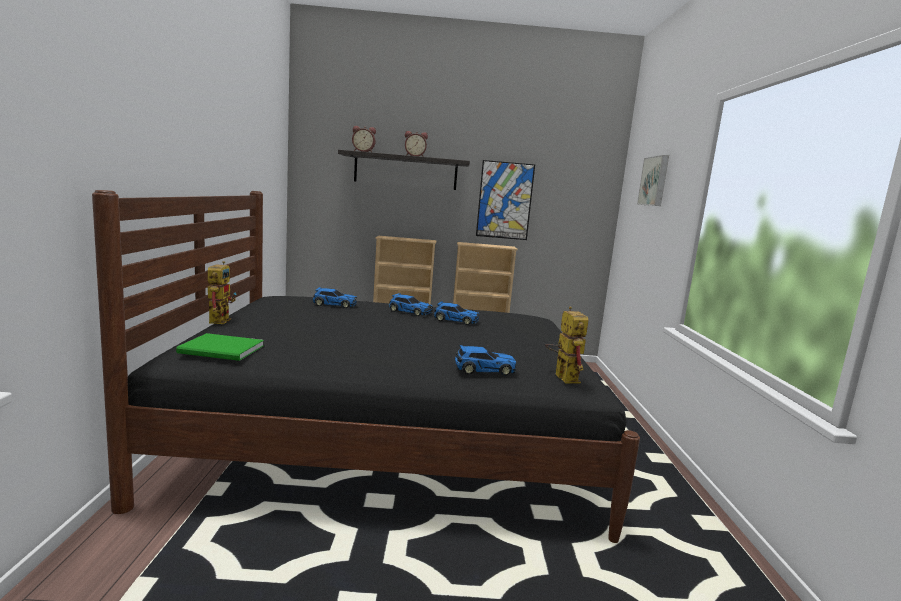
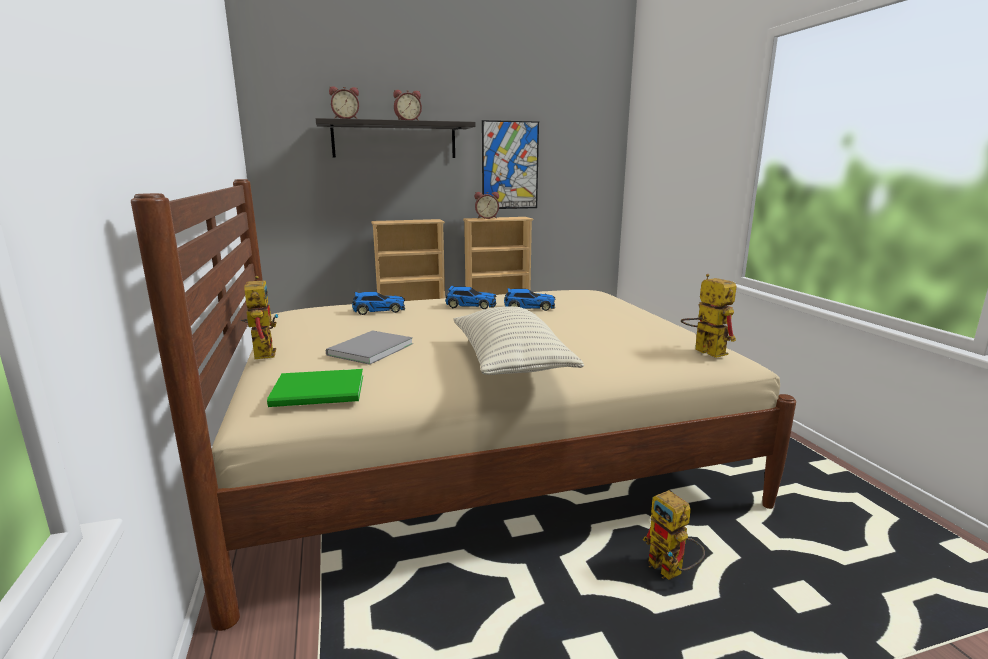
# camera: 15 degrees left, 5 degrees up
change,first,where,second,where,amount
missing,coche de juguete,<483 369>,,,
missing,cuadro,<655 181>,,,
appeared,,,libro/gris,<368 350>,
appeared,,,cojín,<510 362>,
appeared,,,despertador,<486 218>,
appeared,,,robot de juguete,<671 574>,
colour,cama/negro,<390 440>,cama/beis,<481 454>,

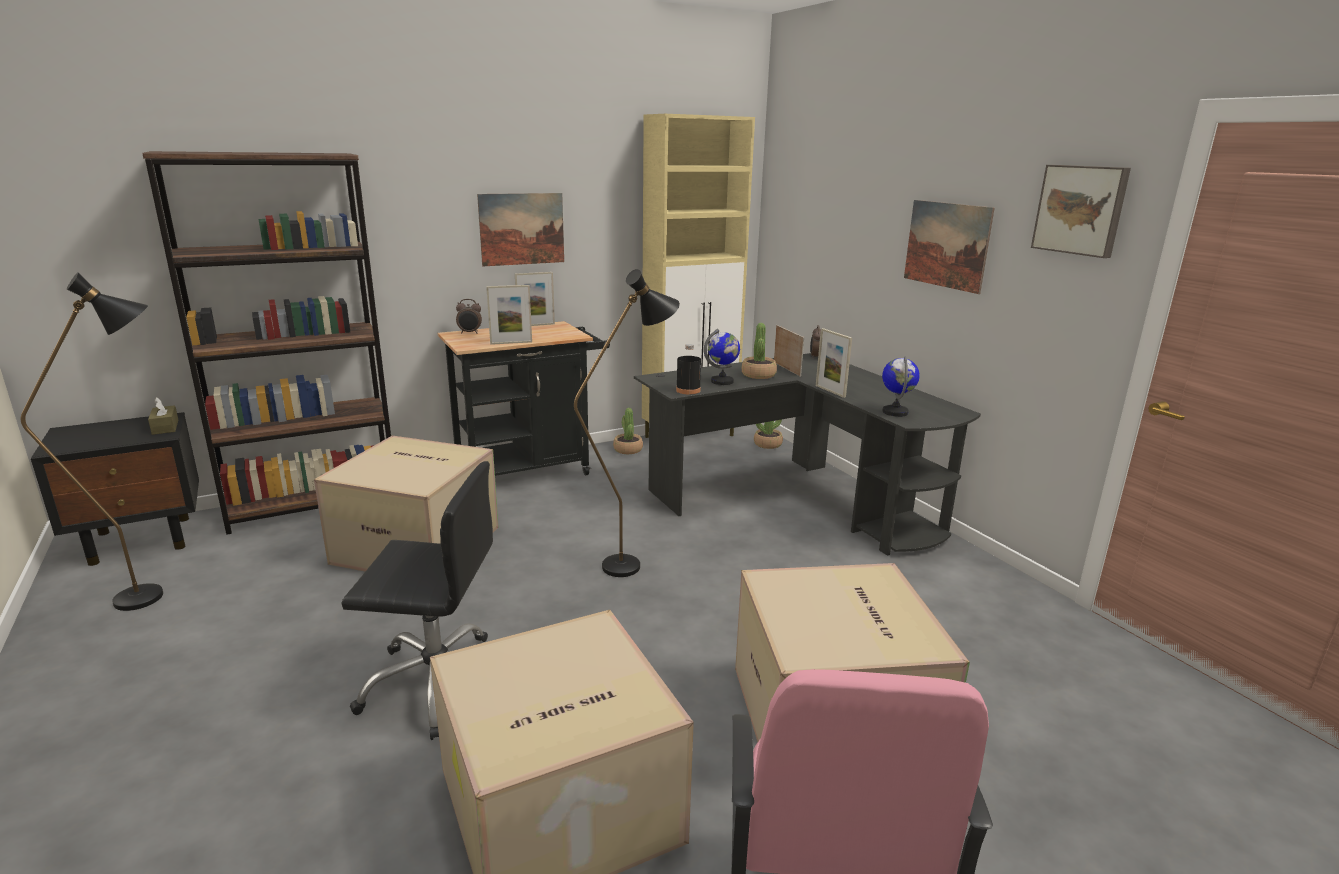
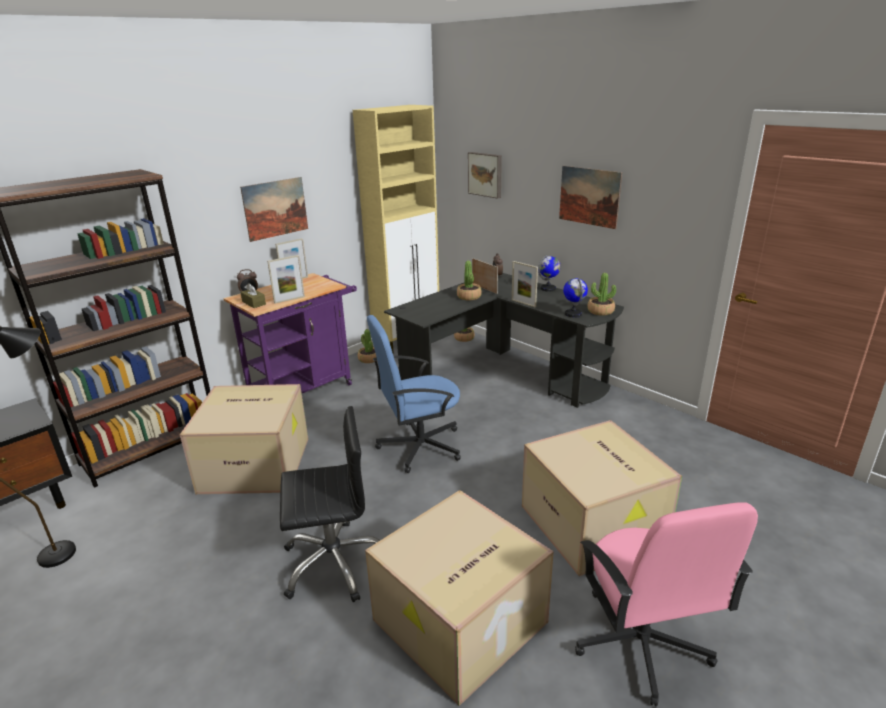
# camera: 15 degrees left, 5 degrees up
change,first,where,second,where,amount
missing,botella/negro,<688 390>,,,
appeared,,,planta en maceta,<600 311>,
relocated,caja de pañuelos/marrón,<165 427>,,<254 303>,
relocated,globo terráqueo,<722 381>,,<548 288>,
relocated,cuadro,<1081 210>,,<486 174>,
exchanged,lámpara de pie/negro,<633 563>,silla de oficina/azul,<419 446>,
colour,carrito/negro,<531 470>,carrito/morado,<306 388>,

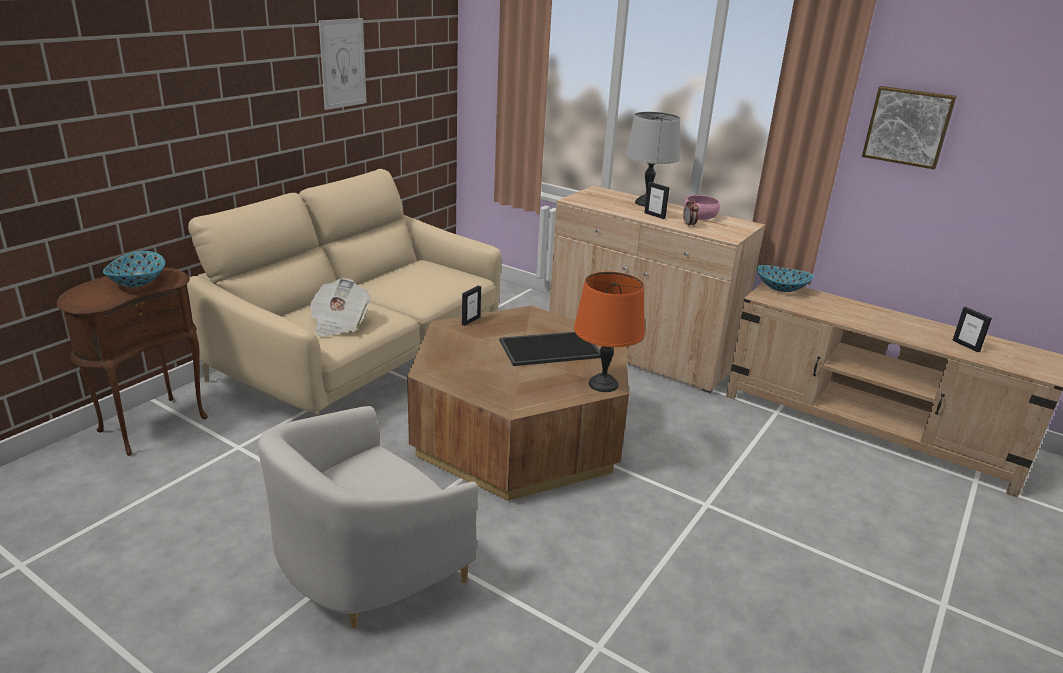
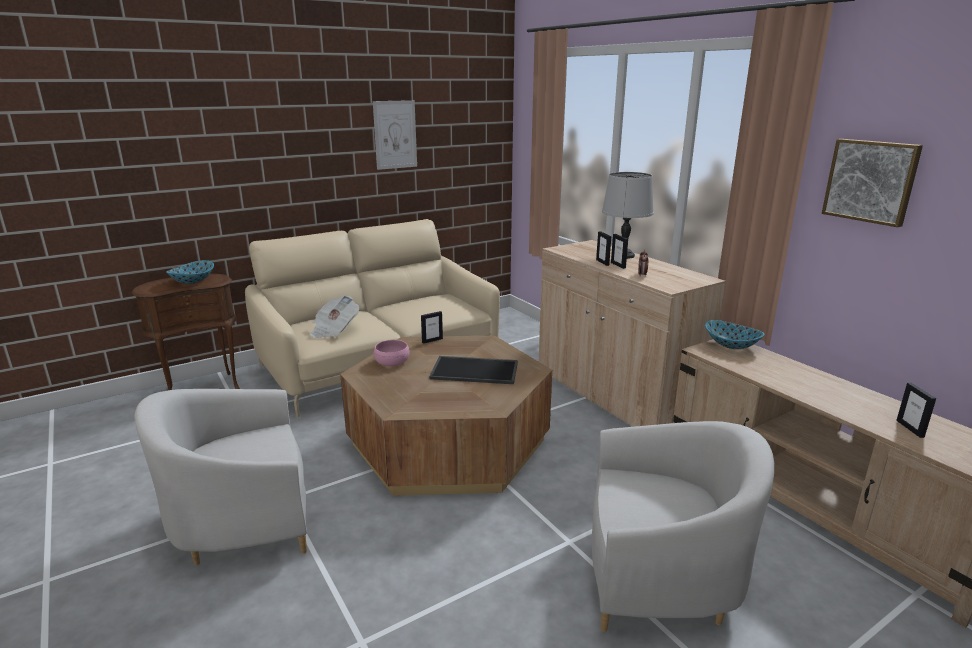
# camera: 25 degrees right, 5 degrees down
change,first,where,second,where,amount
missing,lámpara de mesa/naranja,<603 384>,,,
appeared,,,sillón/blanco,<660 577>,
appeared,,,portarretratos,<602 262>,
relocated,cuenco/rosa,<700 216>,,<392 362>,

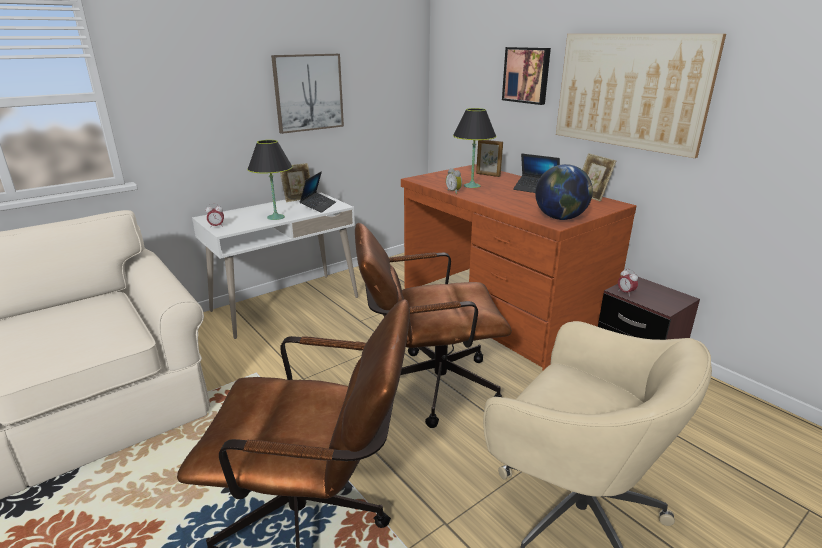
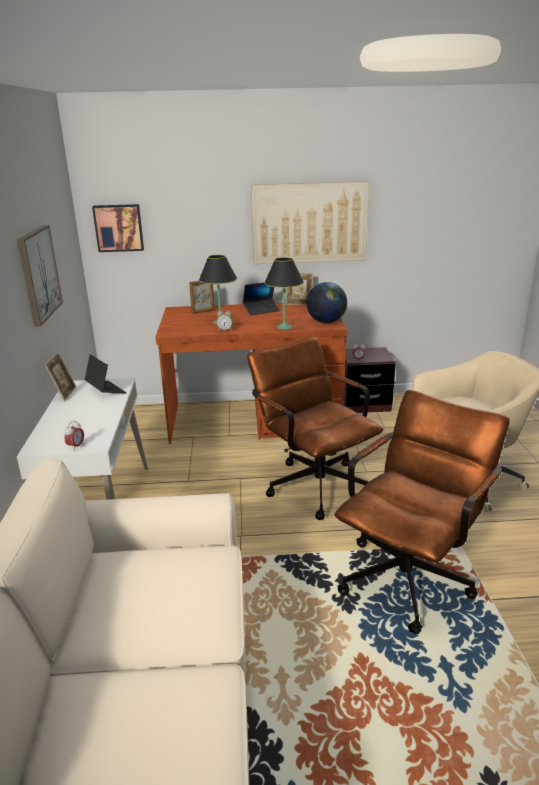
# camera: 55 degrees left, 0 degrees up
change,first,where,second,where,amount
relocated,lámpara de mesa/negro,<275 217>,,<284 327>,
relocated,cuadro,<527 75>,,<119 228>,
spun,silla de oficina/marrón,<427 386>,,<313 482>,120 degrees clockwise

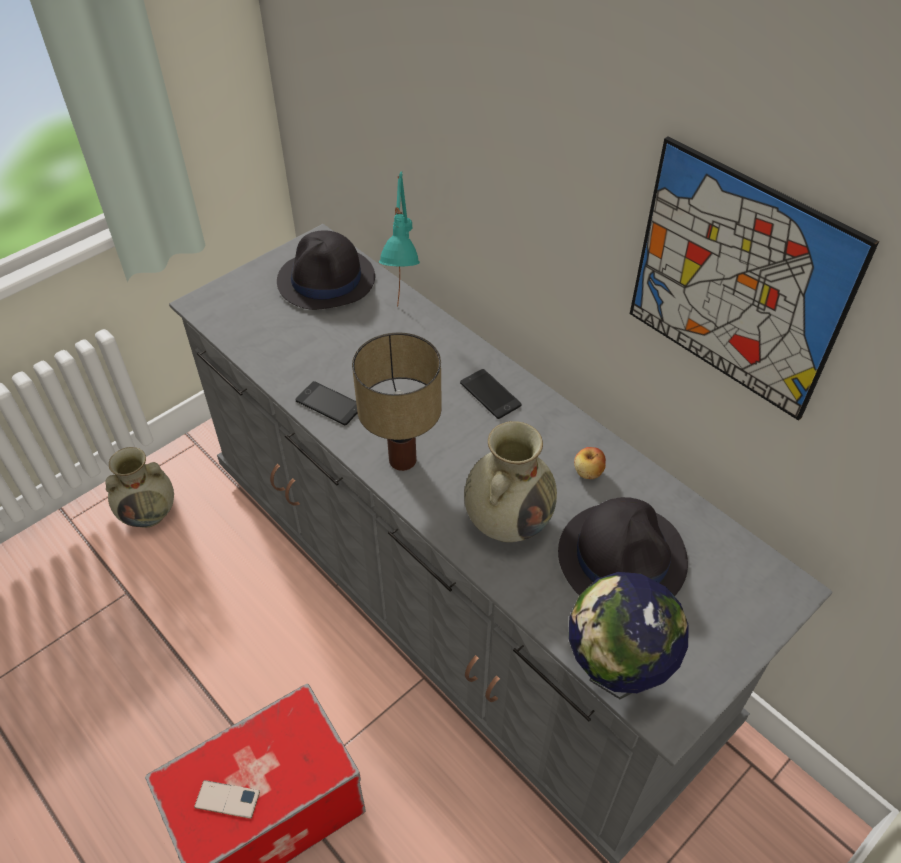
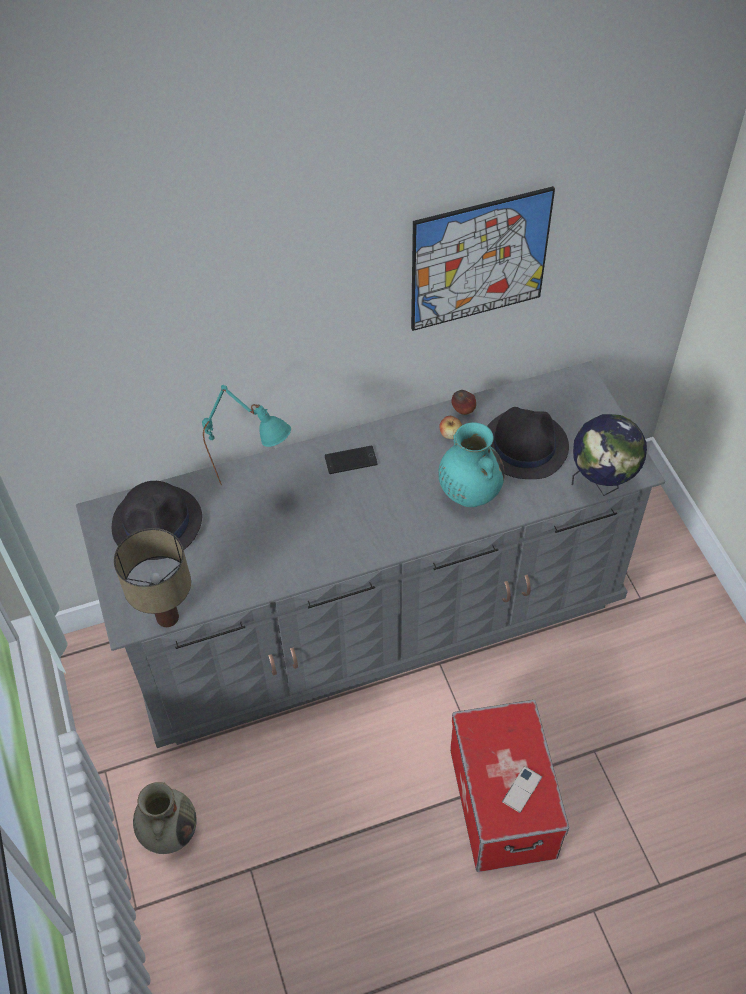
# camera: 65 degrees left, 5 degrees up
change,first,where,second,where,amount
missing,móvil,<329 404>,,,
appeared,,,manzana,<463 411>,
relocated,lámpara de mesa,<401 461>,,<168 618>,
colour,florero/beis,<508 521>,florero/turquesa,<469 492>,

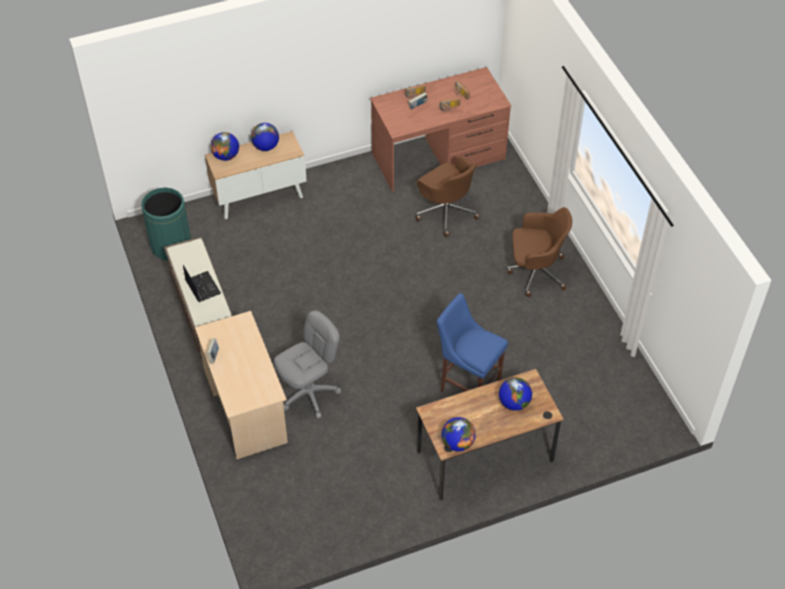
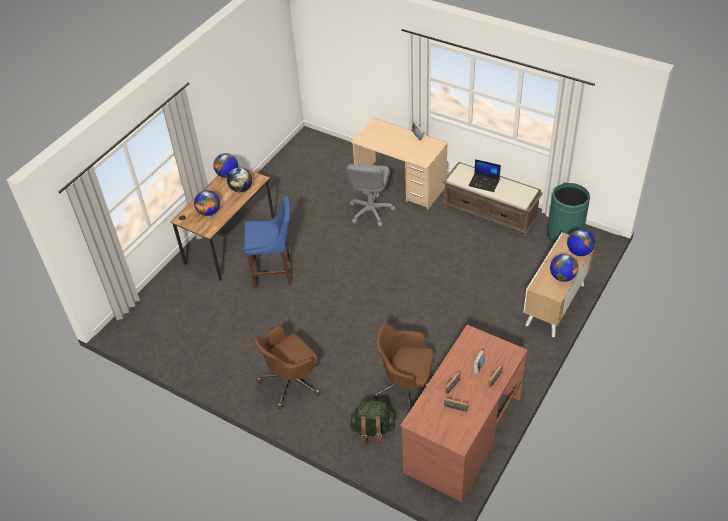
# camera: 145 degrees right, 5 degrees down
change,first,where,second,where,amount
appeared,,,globo terráqueo,<241 189>,
appeared,,,mochila/verde,<372 430>,

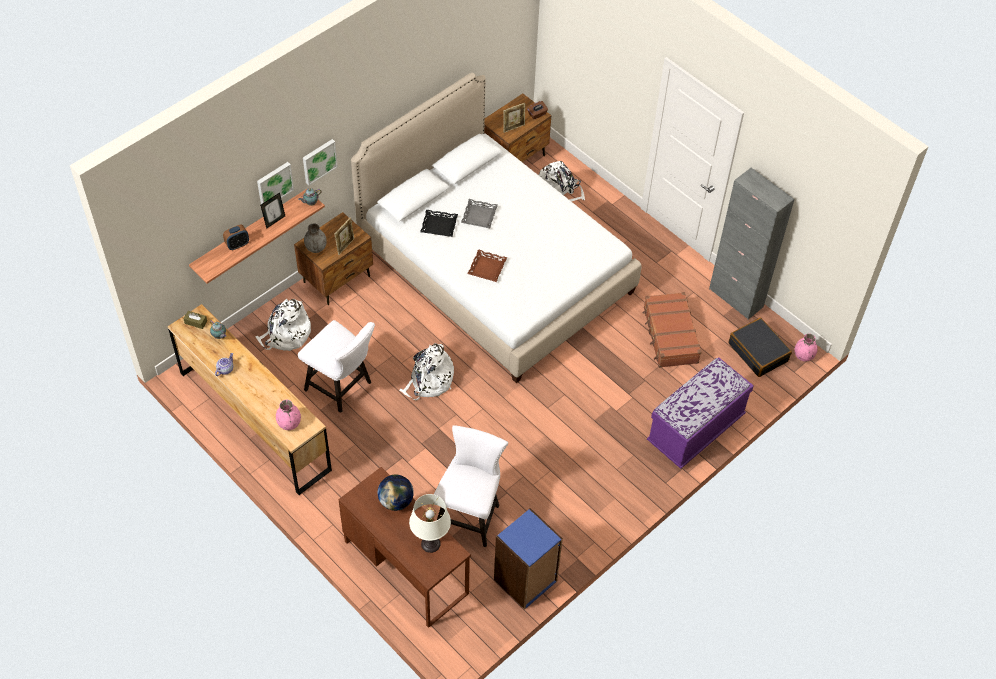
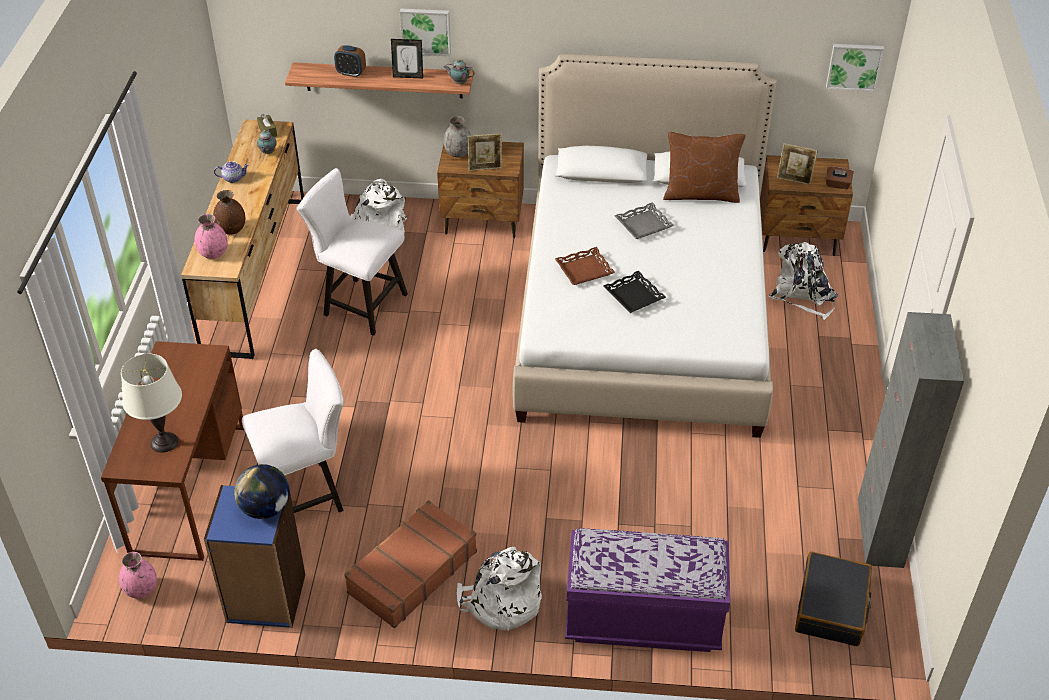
# camera: 50 degrees right, 10 degrees down
change,first,where,second,where,amount
appeared,,,florero/marrón,<231 229>,
appeared,,,cojín/marrón,<700 194>,
relocated,cuadro,<319 161>,,<854 66>,
relocated,globo terráqueo,<396 501>,,<265 508>,
relocated,mochila/blanco,<429 381>,,<501 603>,
relocated,bandeja/negro,<439 226>,,<633 296>,
relocated,maleta/marrón,<670 335>,,<411 572>,
relocated,florero/rosa,<803 356>,,<141 589>,
spun,silla/blanco,<342 388>,,<359 304>,120 degrees clockwise

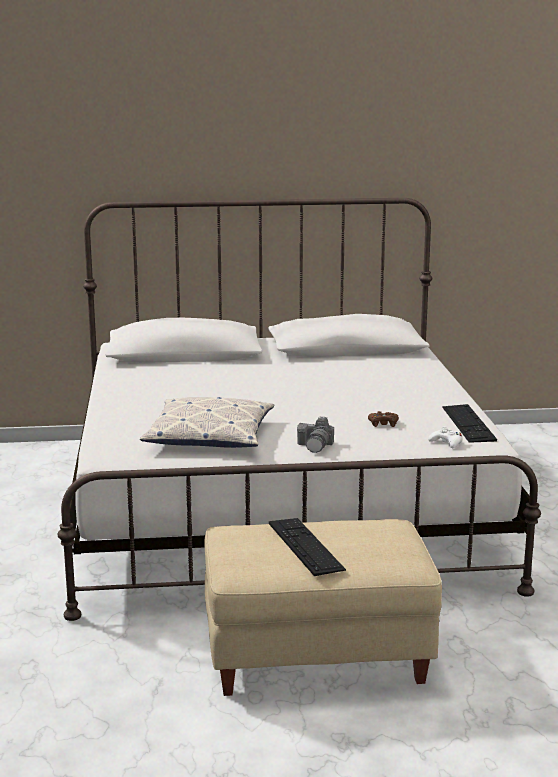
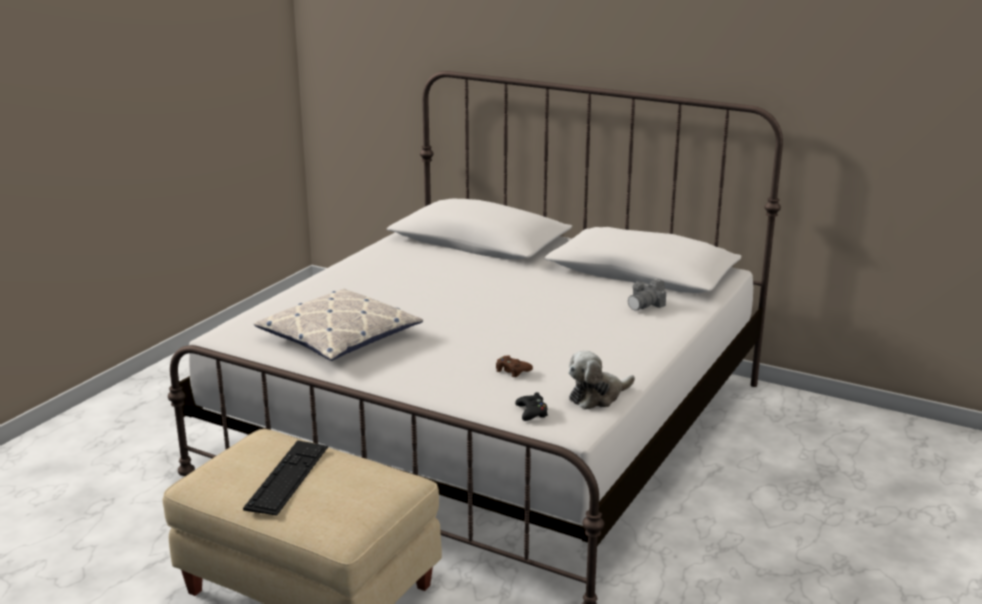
# camera: 35 degrees right, 5 degrees up
change,first,where,second,where,amount
relocated,cámara,<316 445>,,<646 305>,
exchanged,teclado,<468 423>,peluche,<597 396>,
colour,mando de consola/blanco,<446 443>,mando de consola/negro,<532 412>,

